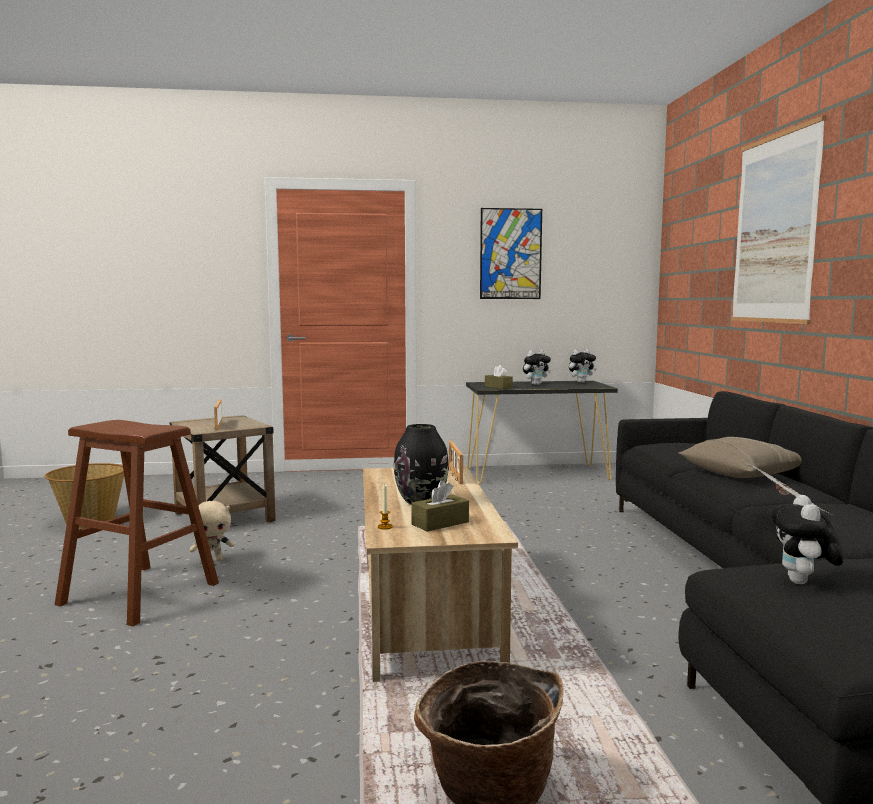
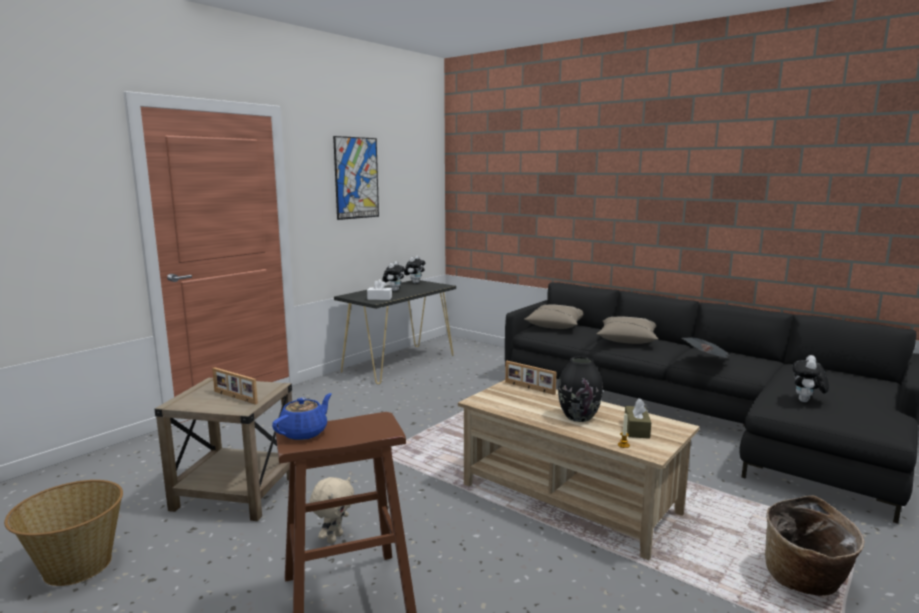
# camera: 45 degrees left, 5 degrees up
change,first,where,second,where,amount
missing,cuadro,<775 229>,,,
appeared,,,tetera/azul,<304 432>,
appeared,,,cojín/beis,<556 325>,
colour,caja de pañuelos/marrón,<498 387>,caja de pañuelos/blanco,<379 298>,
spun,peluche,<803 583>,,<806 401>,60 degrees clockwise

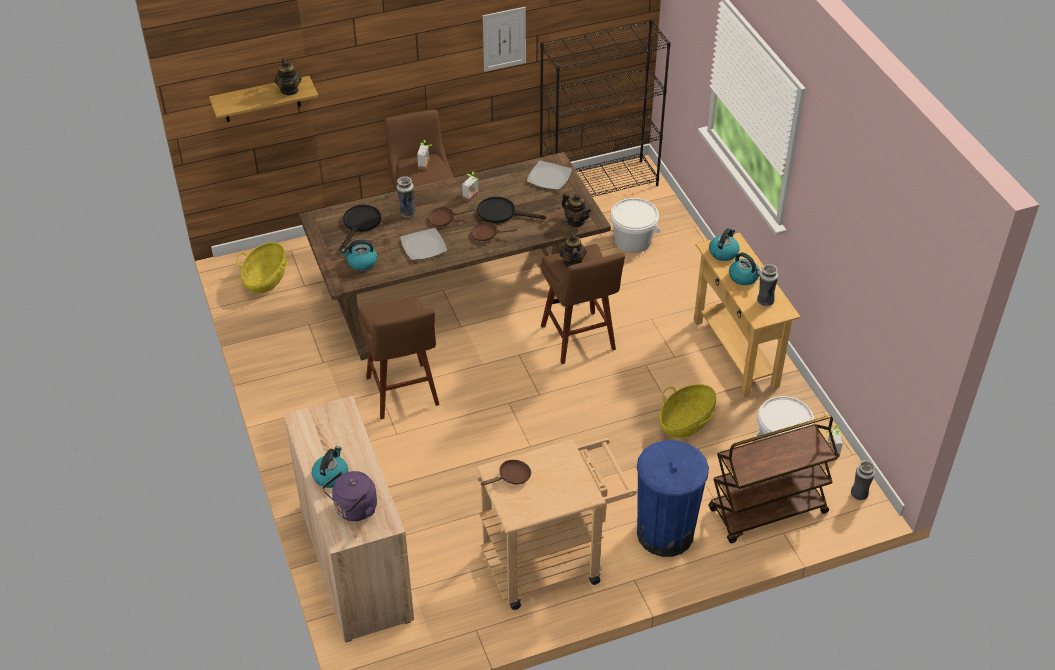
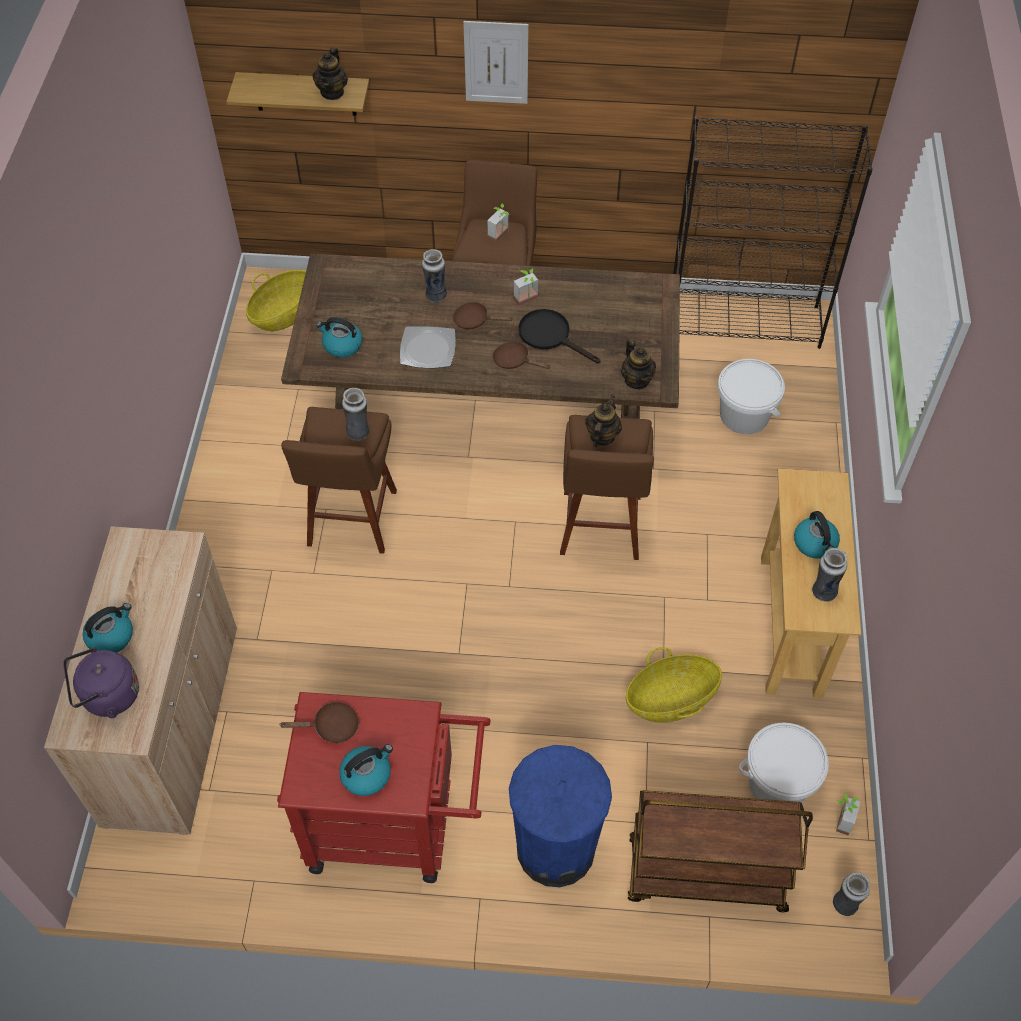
# camera: 25 degrees right, 10 degrees up
change,first,where,second,where,amount
missing,sartén/negro,<360 224>,,,
missing,plato,<549 178>,,,
appeared,,,florero,<358 433>,
relocated,cuadro,<504 39>,,<496 62>,
relocated,hervidor,<723 252>,,<367 774>,
colour,carrito/beis,<552 562>,carrito/rojo,<394 826>,

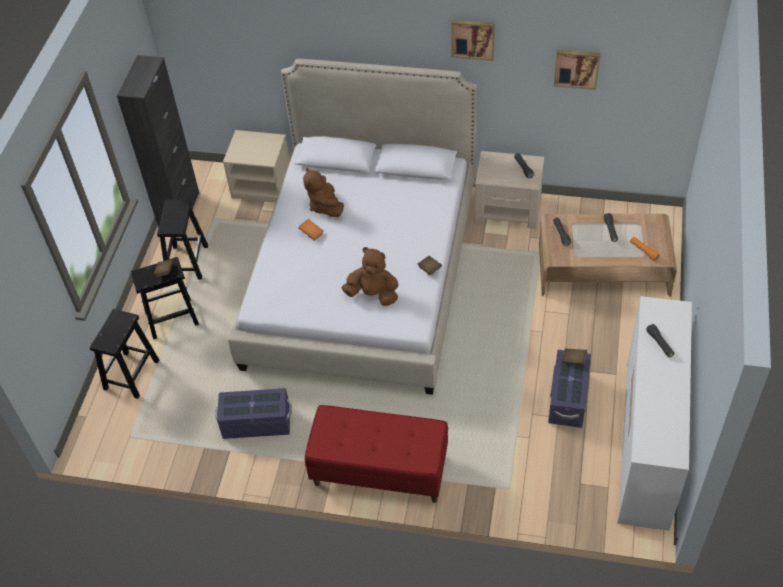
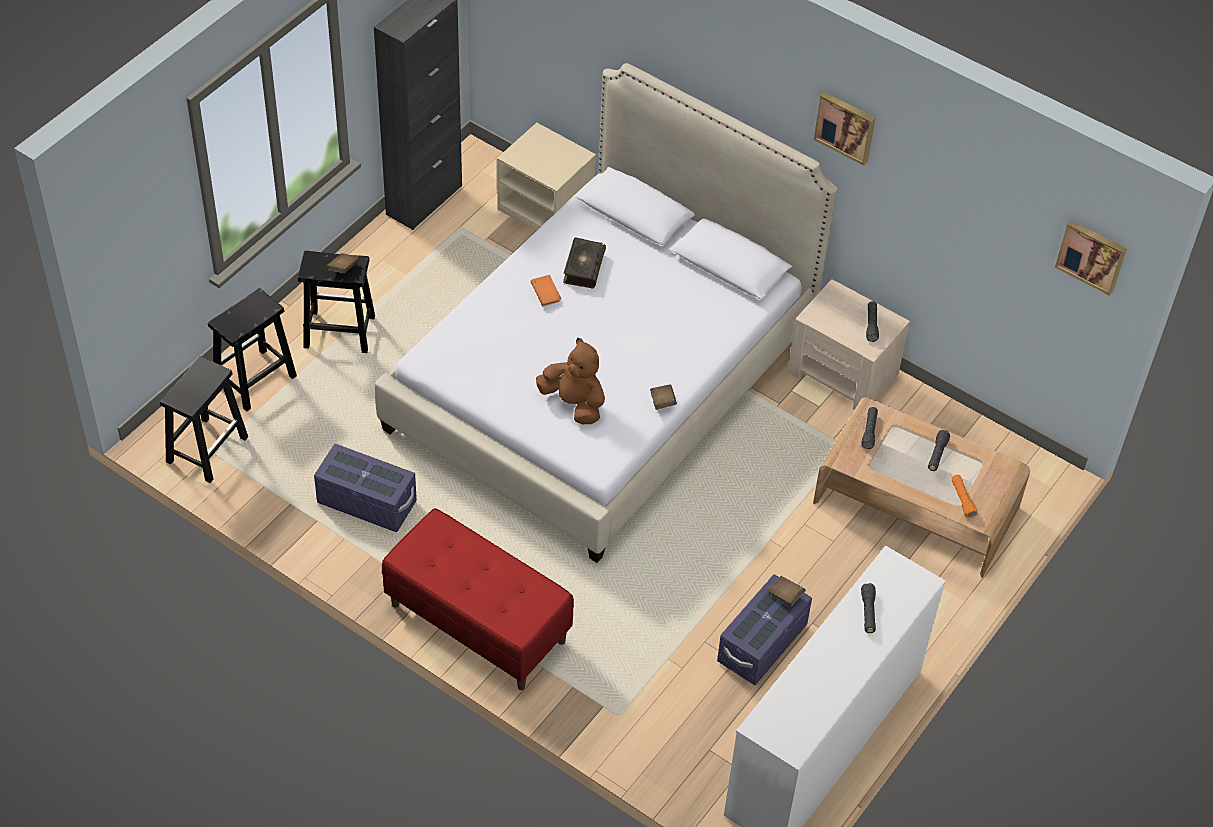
# camera: 20 degrees right, 0 degrees up
change,first,where,second,where,amount
relocated,taburete/negro,<187 261>,,<207 448>,
relocated,cuadro,<576 68>,,<1092 255>,
exchanged,peluche/marrón,<325 206>,libro,<583 268>,

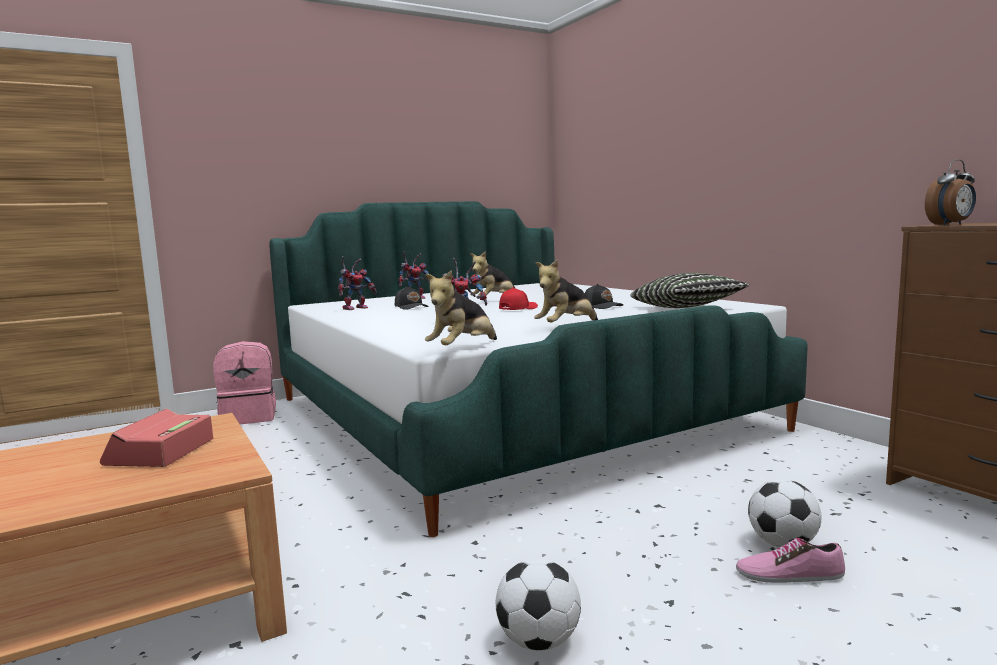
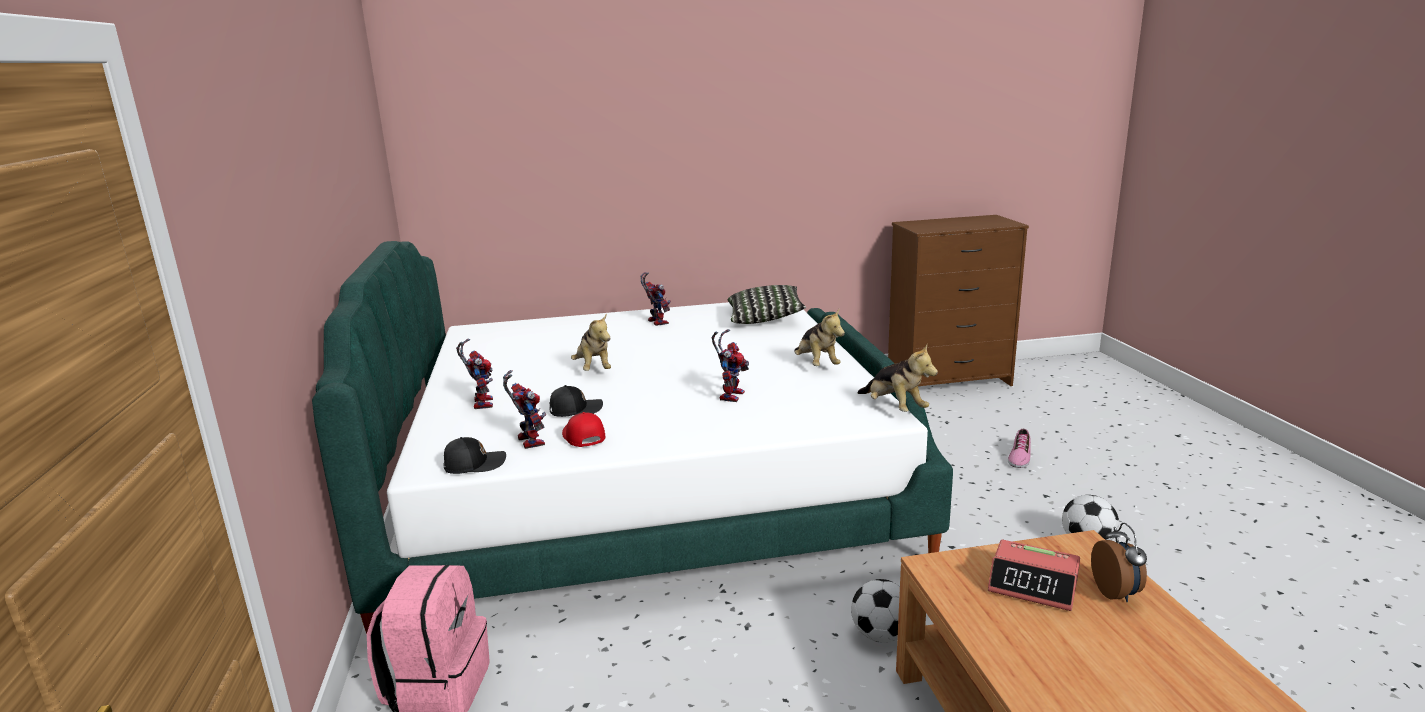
# camera: 70 degrees left, 10 degrees up
change,first,where,second,where,amount
appeared,,,robot de juguete,<655 322>,
relocated,gorra/rojo,<517 309>,,<582 437>,
relocated,gorra/negro,<602 306>,,<474 464>,
relocated,balón de fútbol,<783 544>,,<881 635>,
relocated,despertador,<950 224>,,<1116 593>,

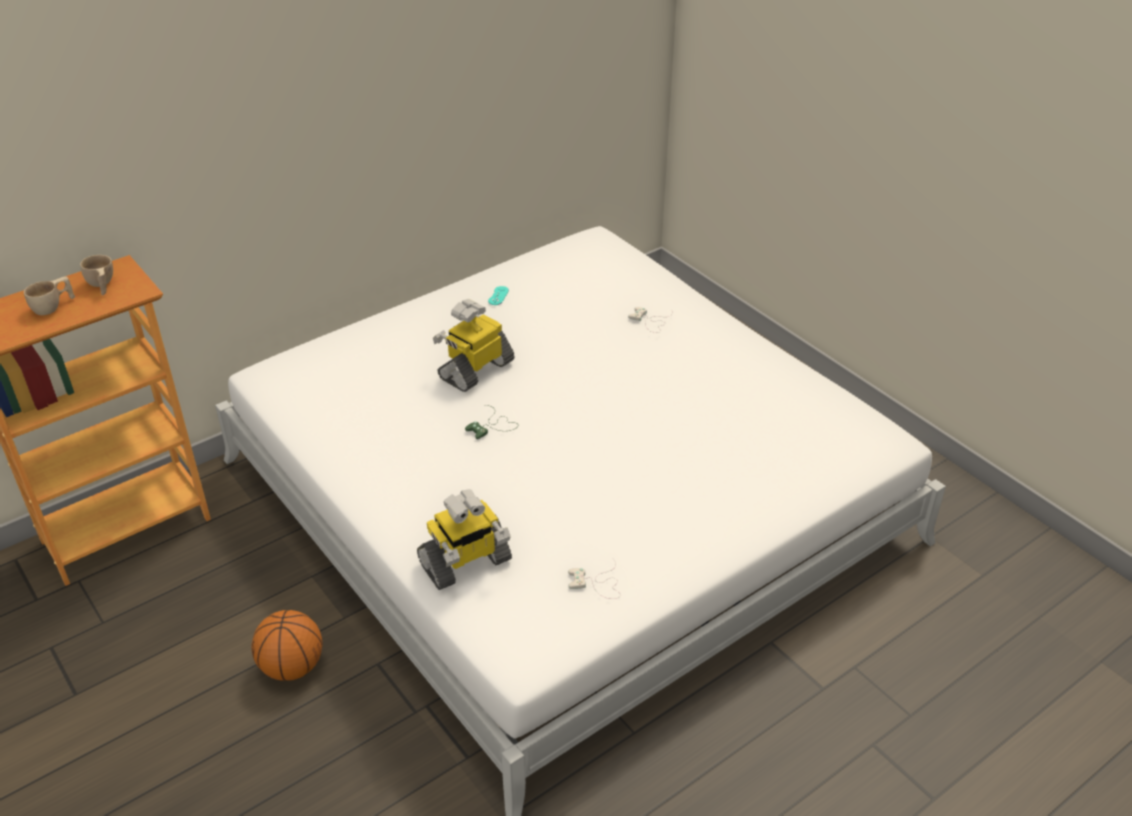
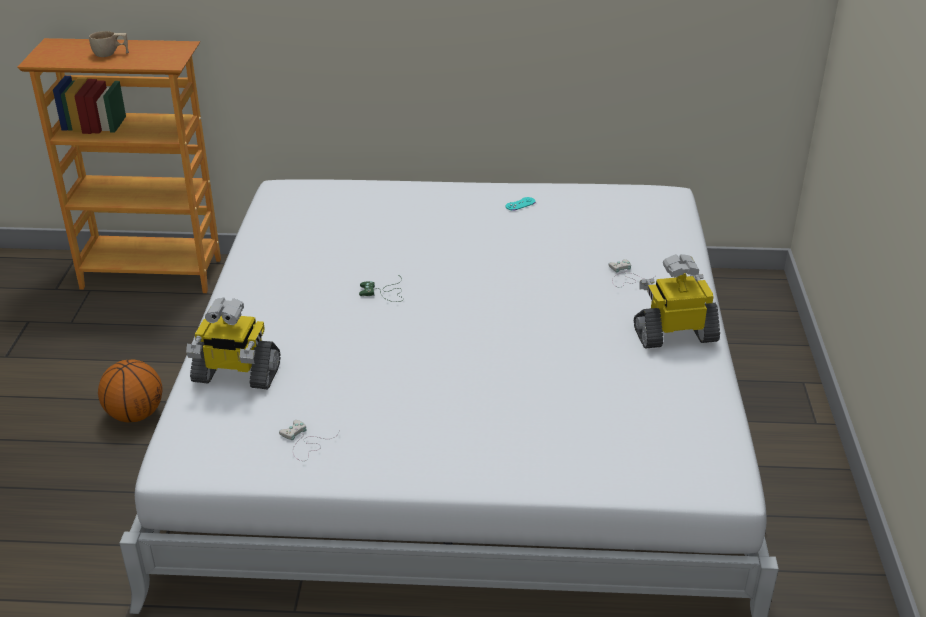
# camera: 40 degrees right, 5 degrees down
change,first,where,second,where,amount
missing,taza/beis,<101 286>,,,
relocated,robot de juguete,<475 369>,,<675 334>,

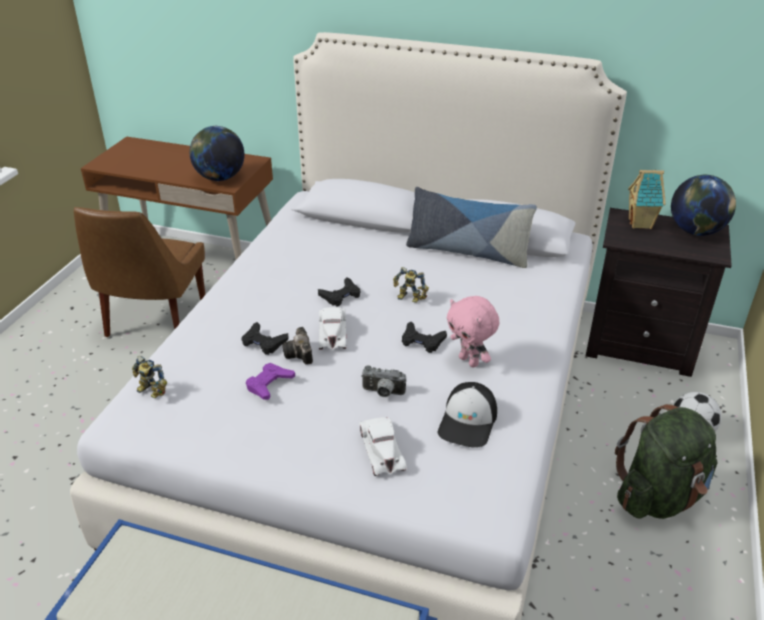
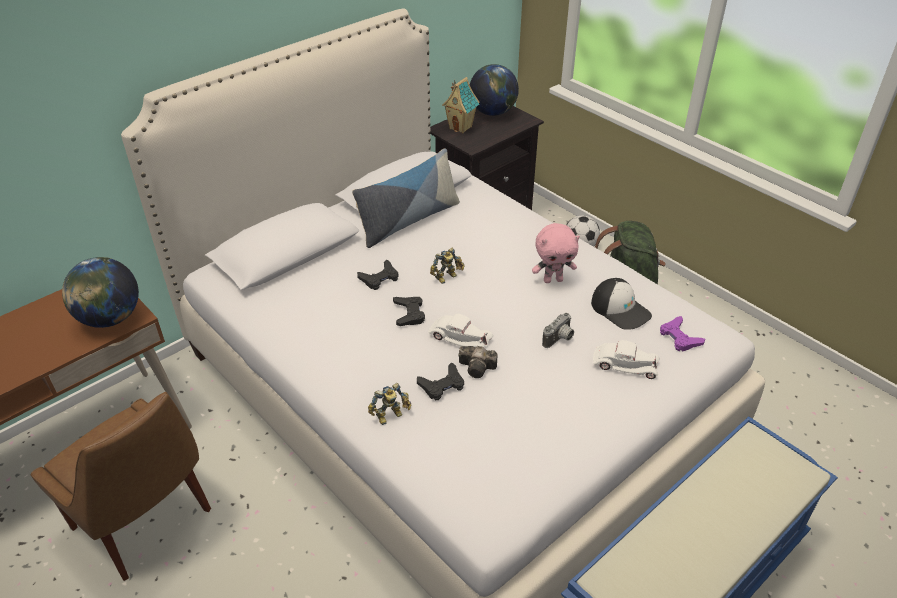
# camera: 60 degrees left, 5 degrees up
change,first,where,second,where,amount
relocated,robot de juguete,<150 392>,,<391 416>,
relocated,mando de consola/morado,<269 384>,,<679 337>,
relocated,mando de consola/negro,<422 341>,,<379 278>,

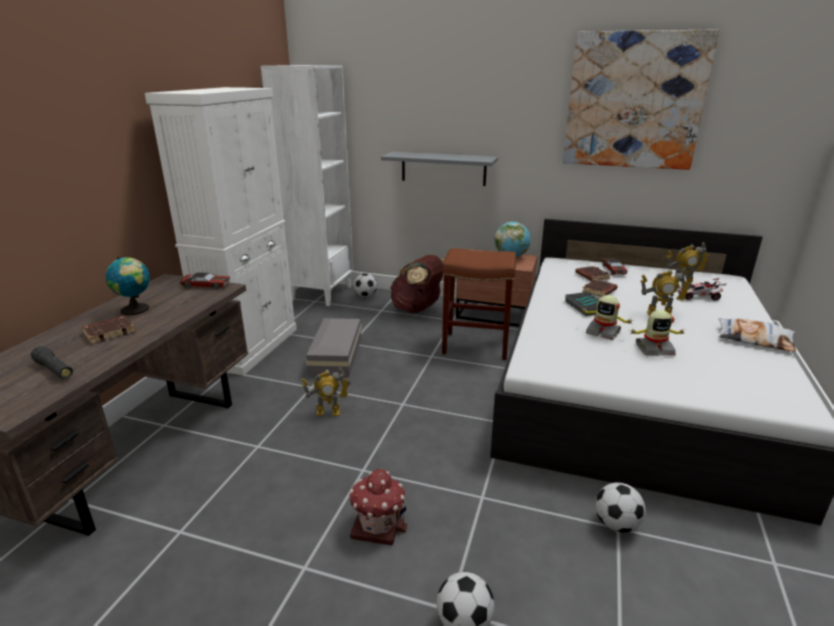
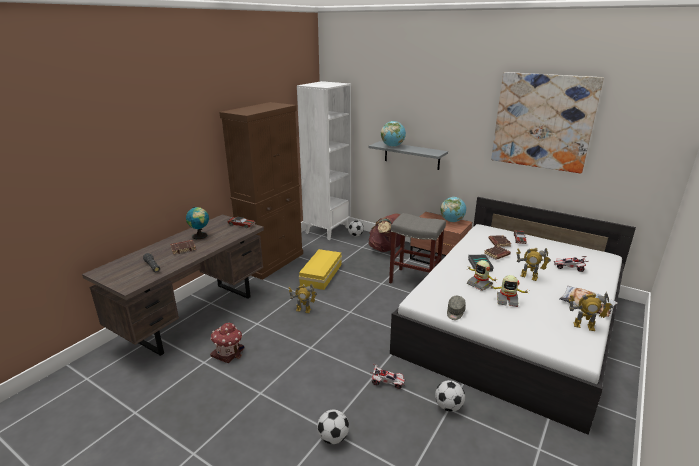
# camera: 15 degrees right, 0 degrees up
change,first,where,second,where,amount
appeared,,,coche de juguete,<387 382>,
appeared,,,globo terráqueo,<392 146>,
appeared,,,gorra/gris,<455 312>,
relocated,casita,<378 524>,,<228 352>,
relocated,robot de juguete,<682 284>,,<584 326>,
colour,armario/blanco,<251 347>,armario/marrón,<272 262>,
colour,caja de almacenaje/gris,<337 355>,caja de almacenaje/amarillo,<322 274>,
colour,taburete/marrón,<474 345>,taburete/gris,<413 280>,

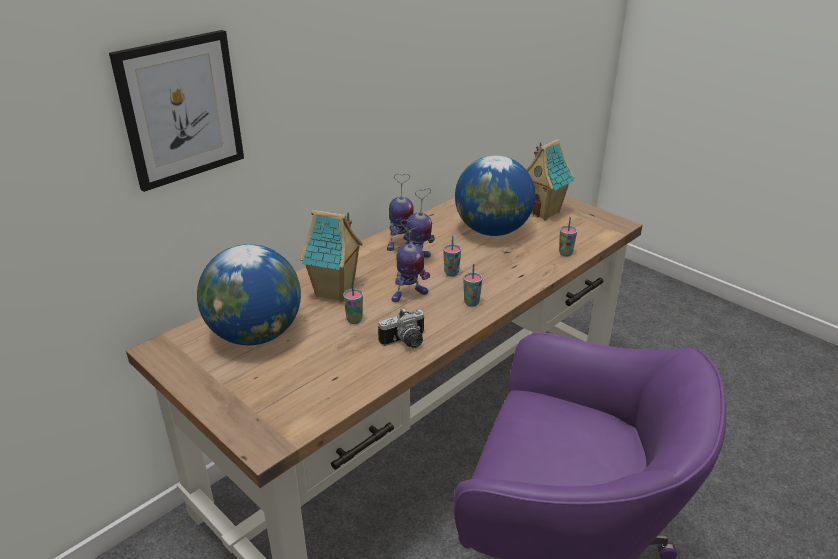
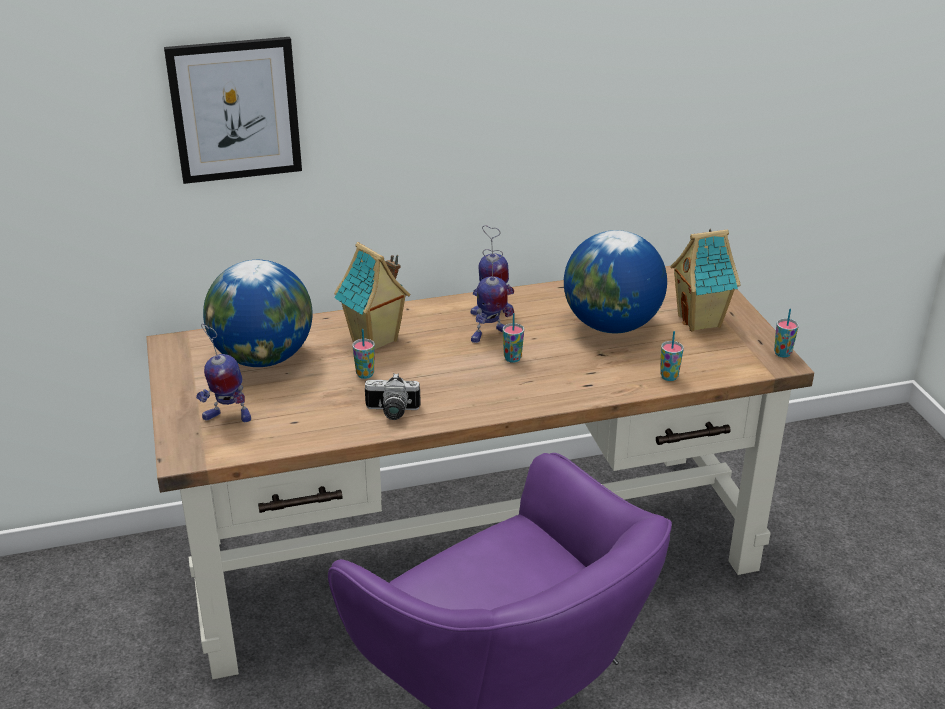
# camera: 30 degrees right, 0 degrees up
change,first,where,second,where,amount
relocated,robot de juguete,<408 295>,,<227 417>,
relocated,taza,<471 303>,,<782 353>,

